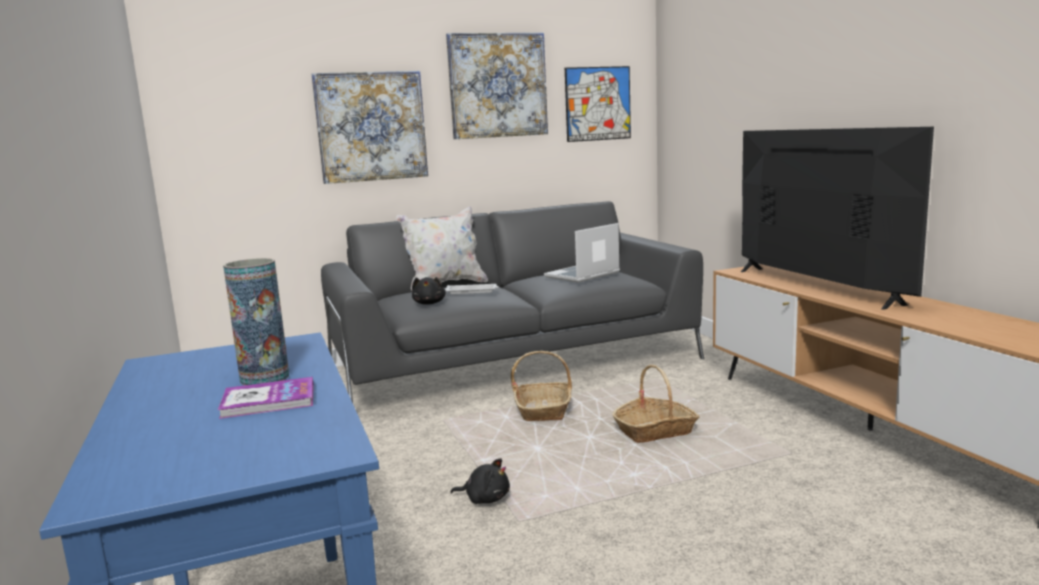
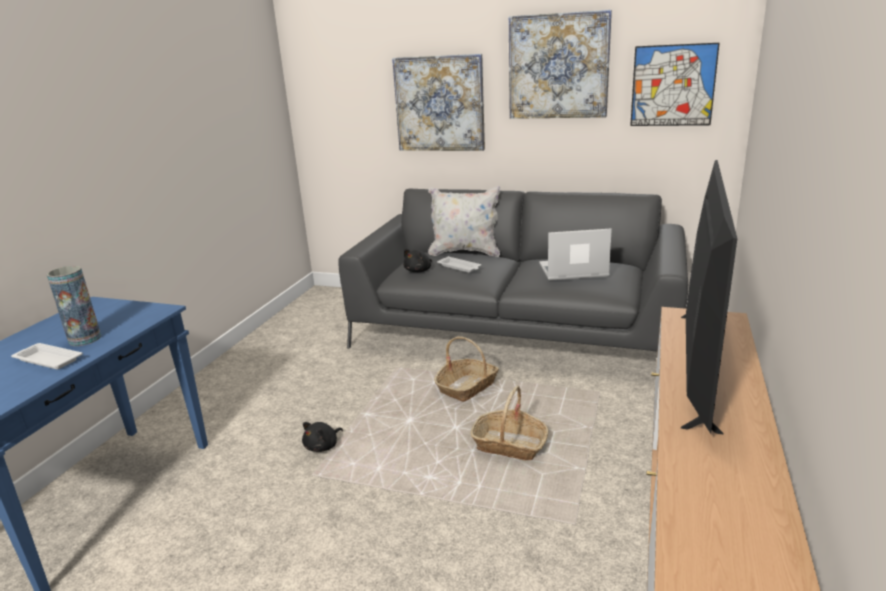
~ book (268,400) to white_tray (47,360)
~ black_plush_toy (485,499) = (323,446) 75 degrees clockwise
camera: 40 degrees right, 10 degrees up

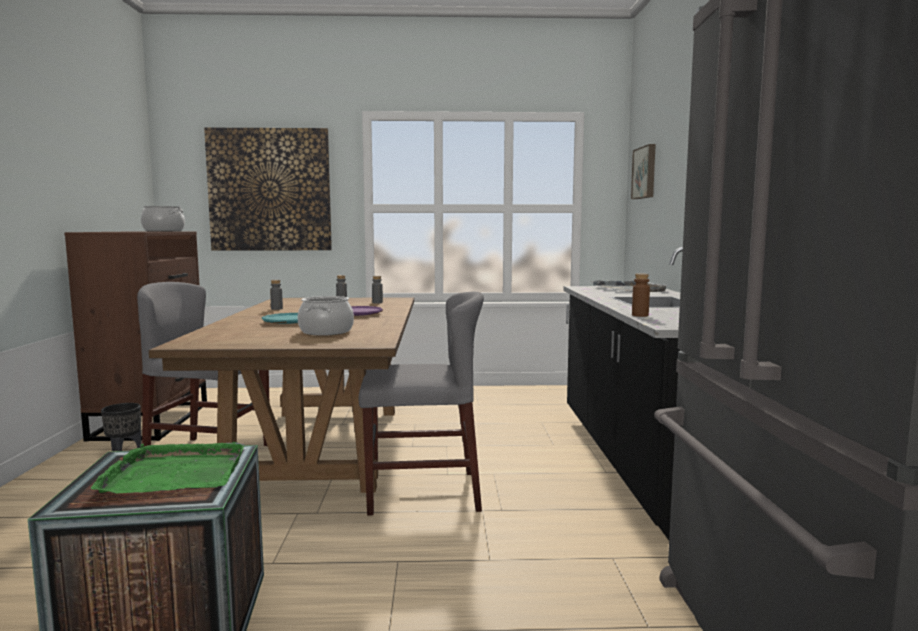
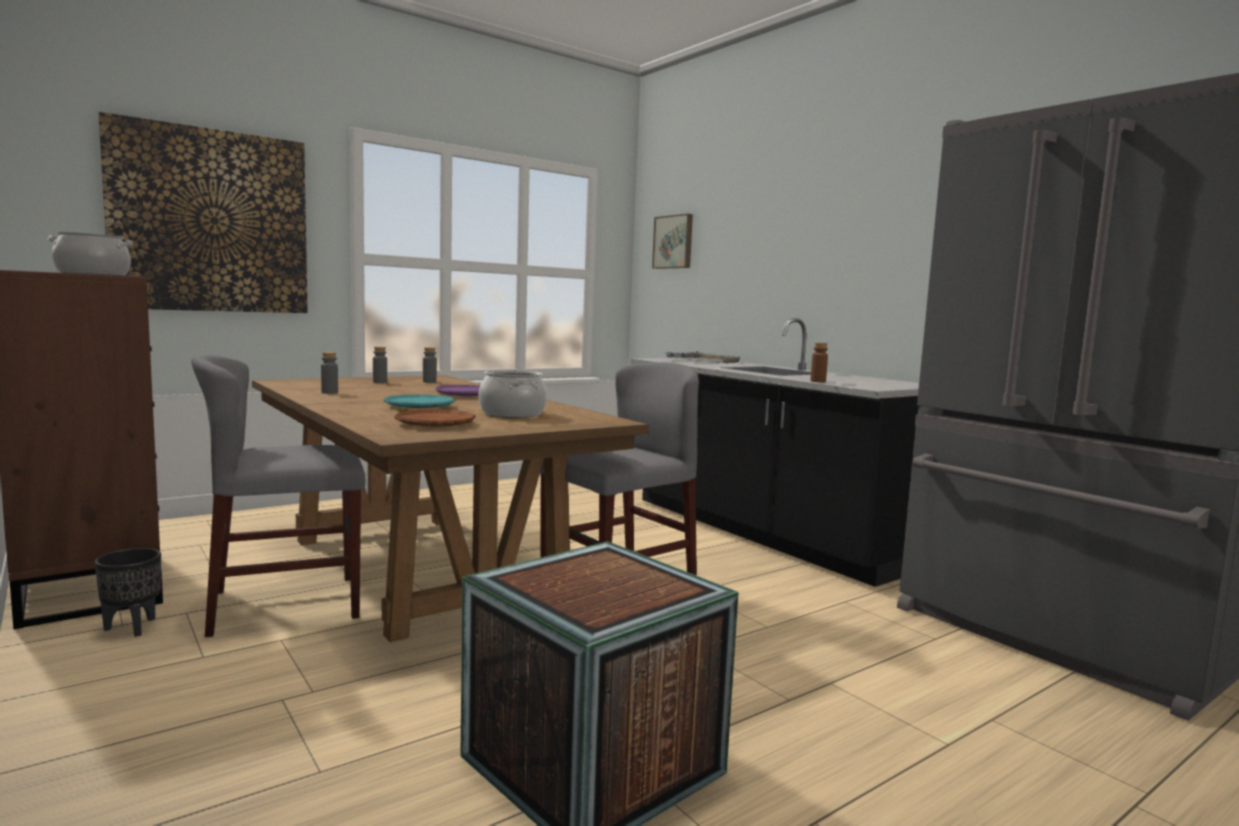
- green_tray (175,473)
+ brown_plate (435,424)
camera: 35 degrees left, 0 degrees up

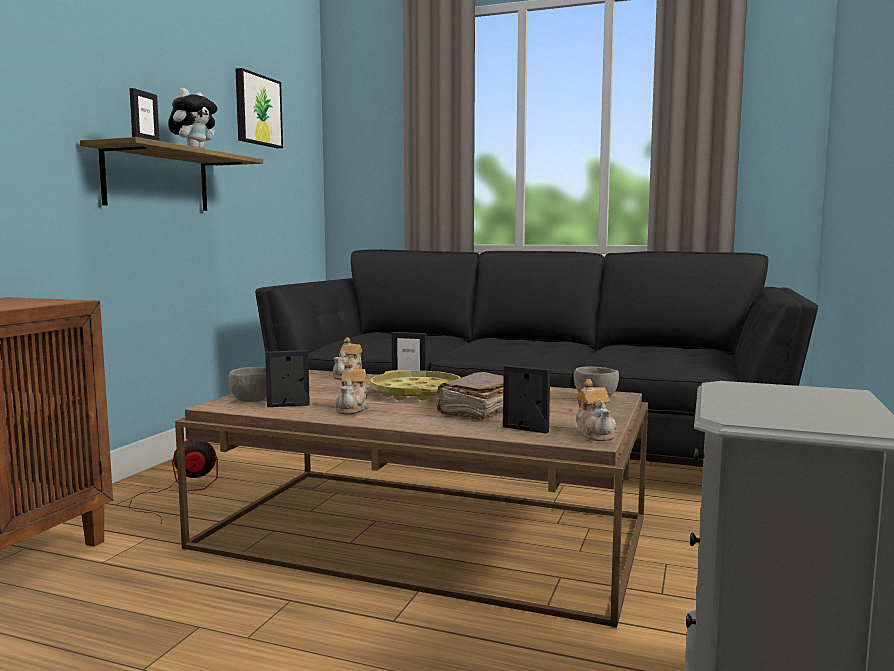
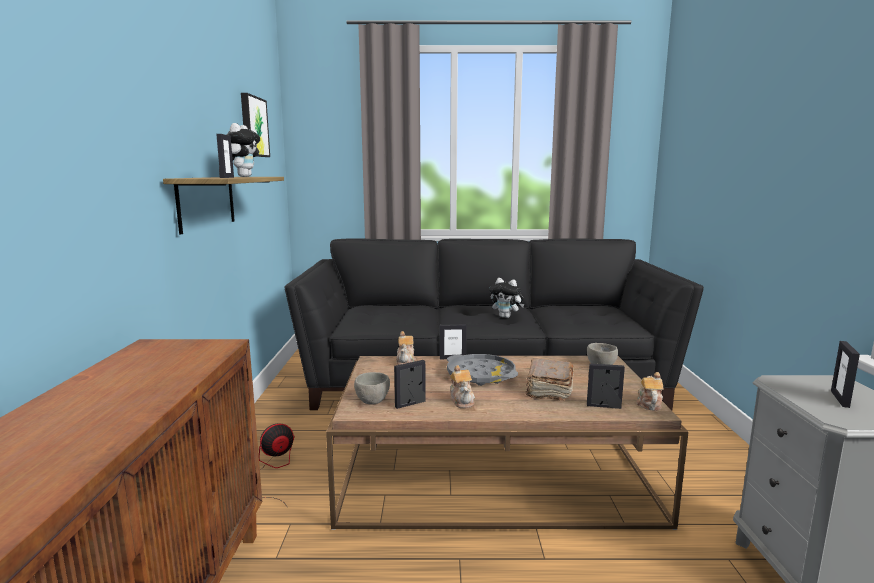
~ yellow_tray (416,393) to grey_tray (481,375)
~ teapot (595,433) = (648,404) 135 degrees counterclockwise
+ plush_toy (506,317)
+ picture_frame (840,399)
camera: 20 degrees left, 5 degrees up

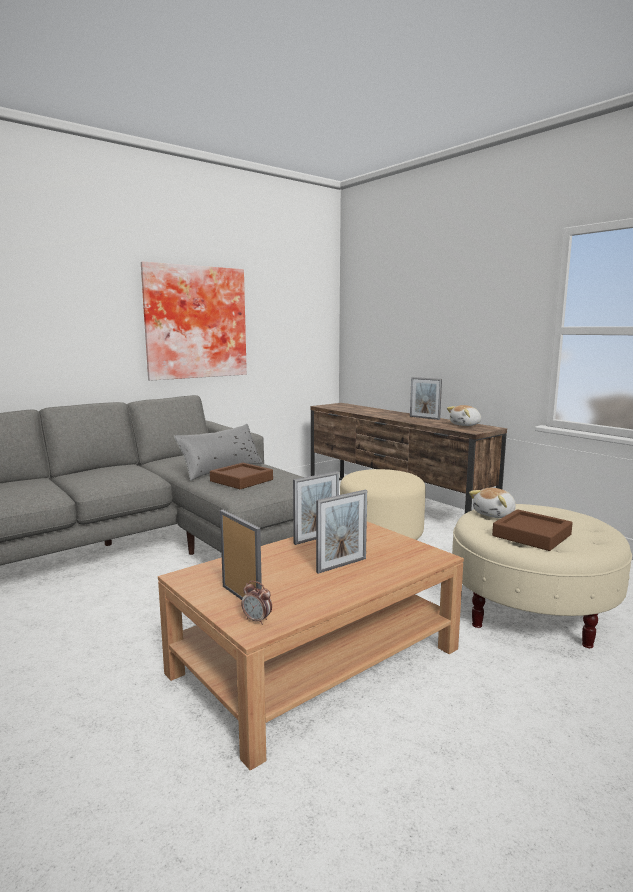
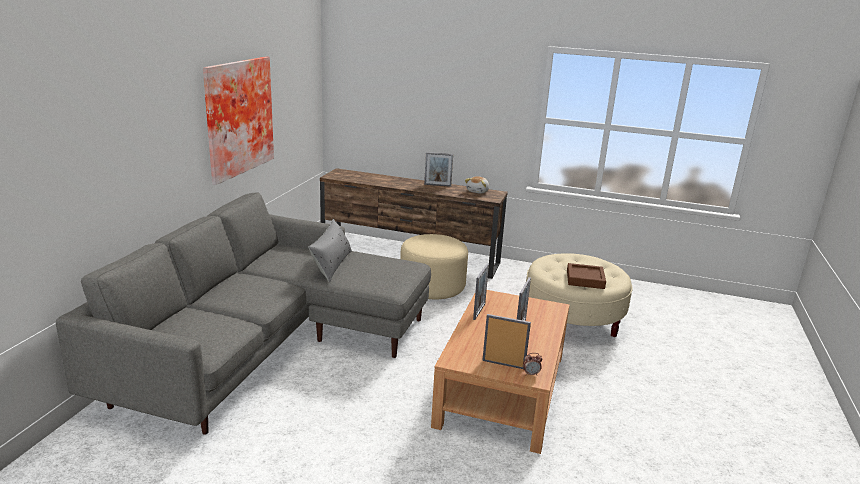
- brown_tray (241,480)
- plush_toy (495,514)
camera: 35 degrees left, 10 degrees up

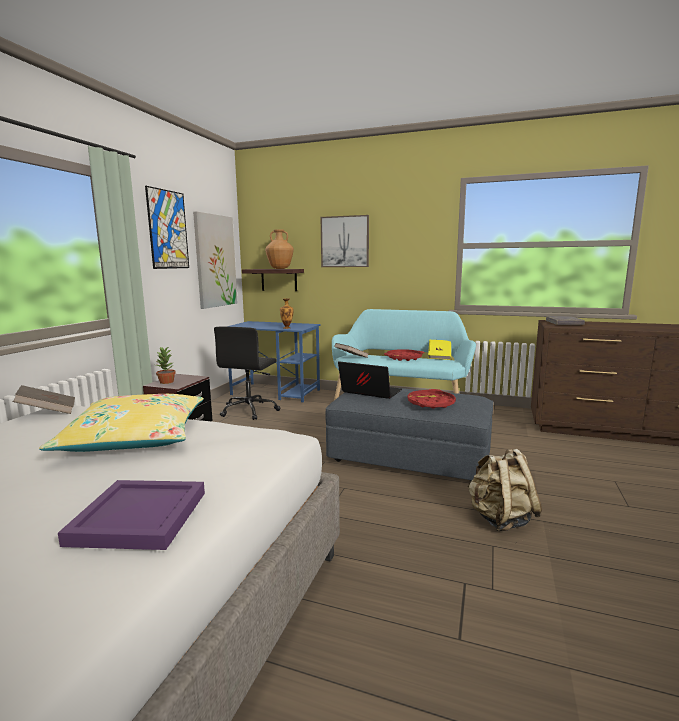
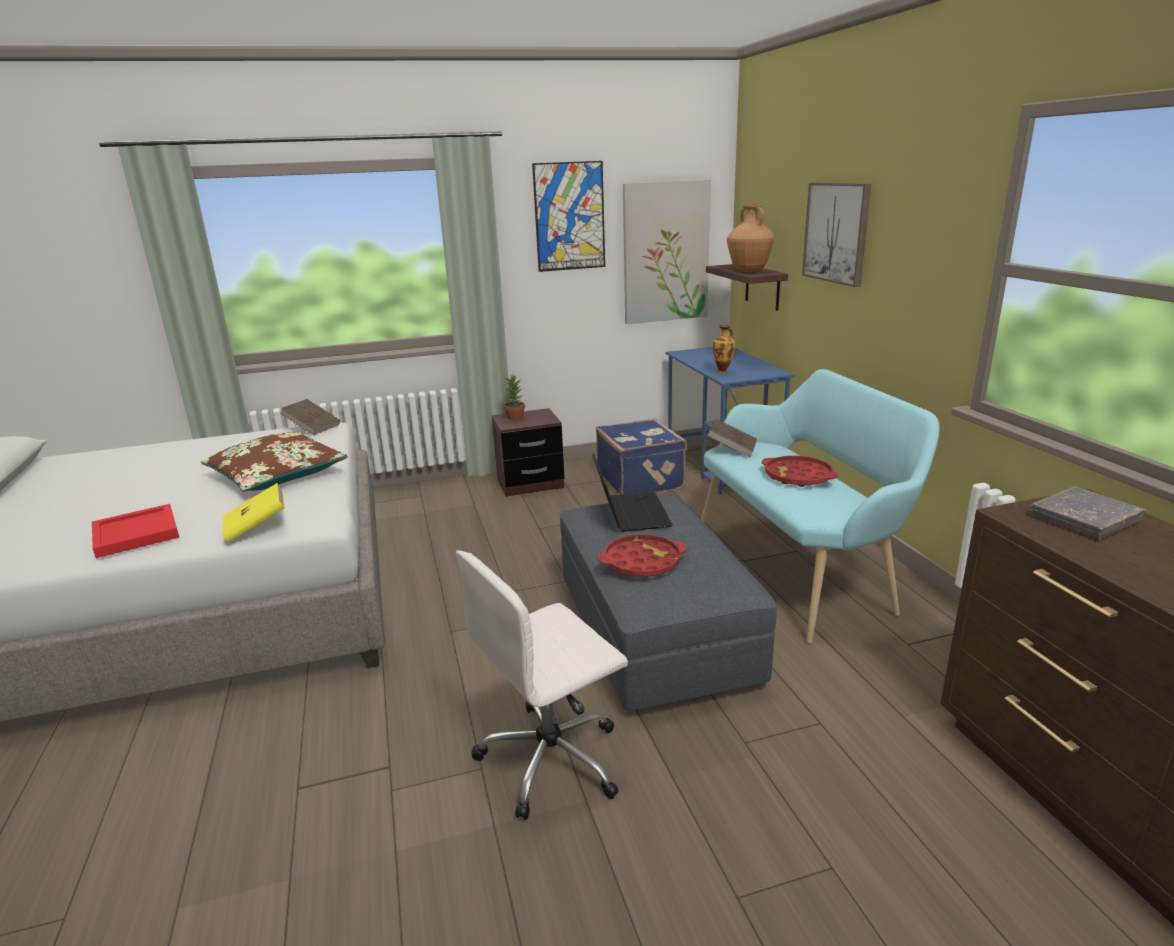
~ yellow_pillow (135,437) to brown_pillow (277,475)
~ purple_tray (140,518) to red_tray (135,534)
~ black_office_chair (250,410) to blue_suitcase (641,480)
~ yellow_book (439,356) to (257,527)
~ beige_backpack (500,519) to white_office_chair (553,758)
camera: 55 degrees right, 10 degrees up

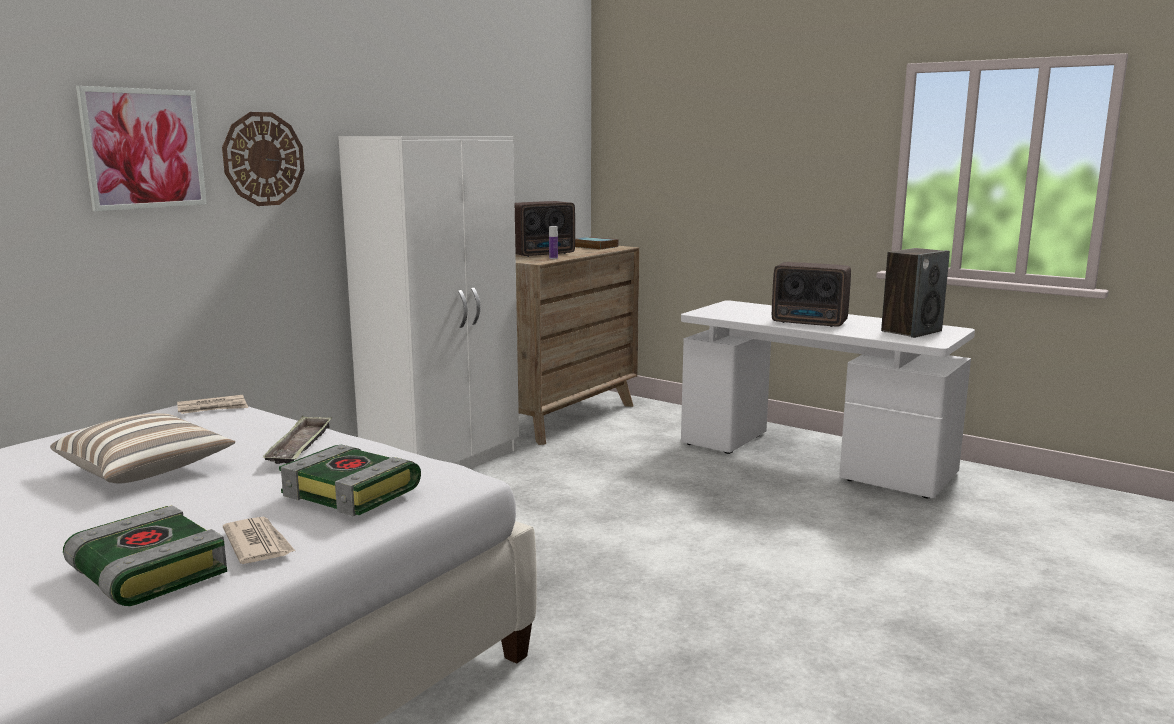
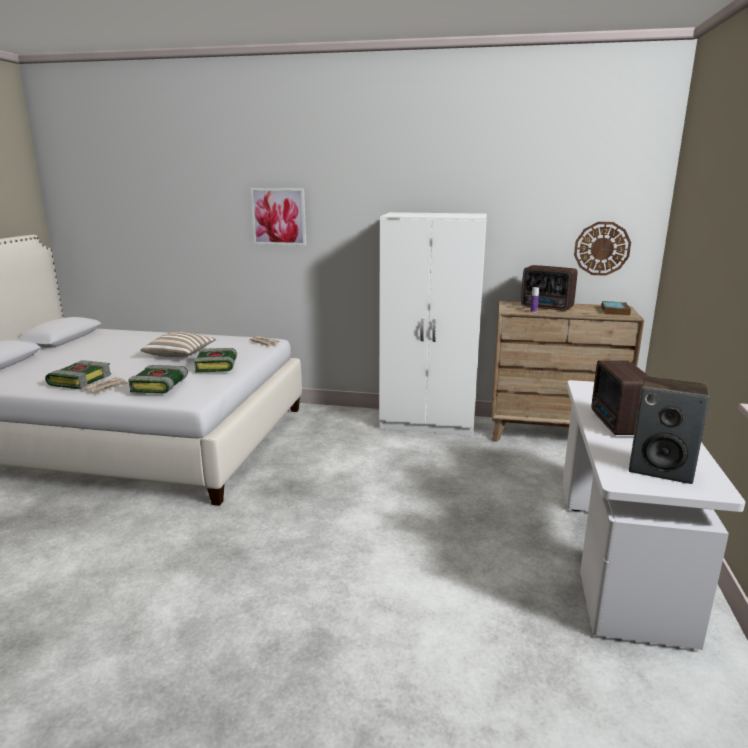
~ wall_clock (263,159) to (602,248)
~ tray (300,447) to book (217,366)
camera: 65 degrees right, 5 degrees up

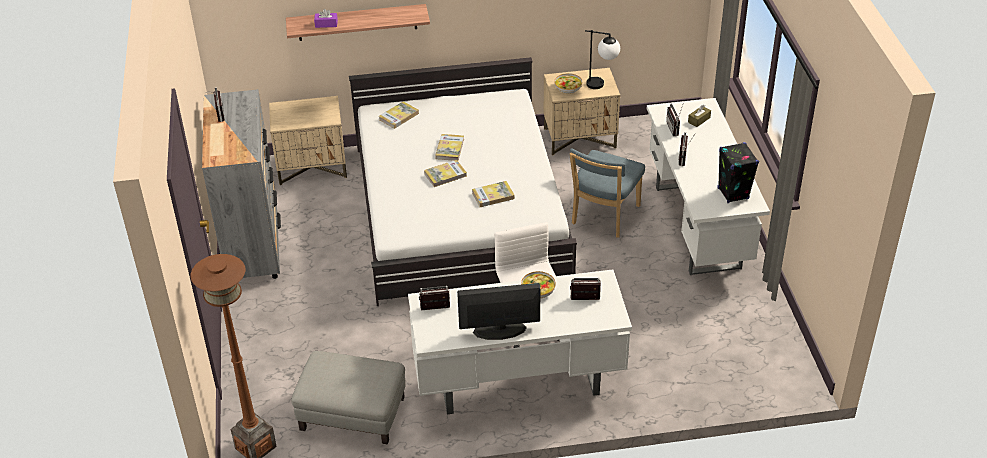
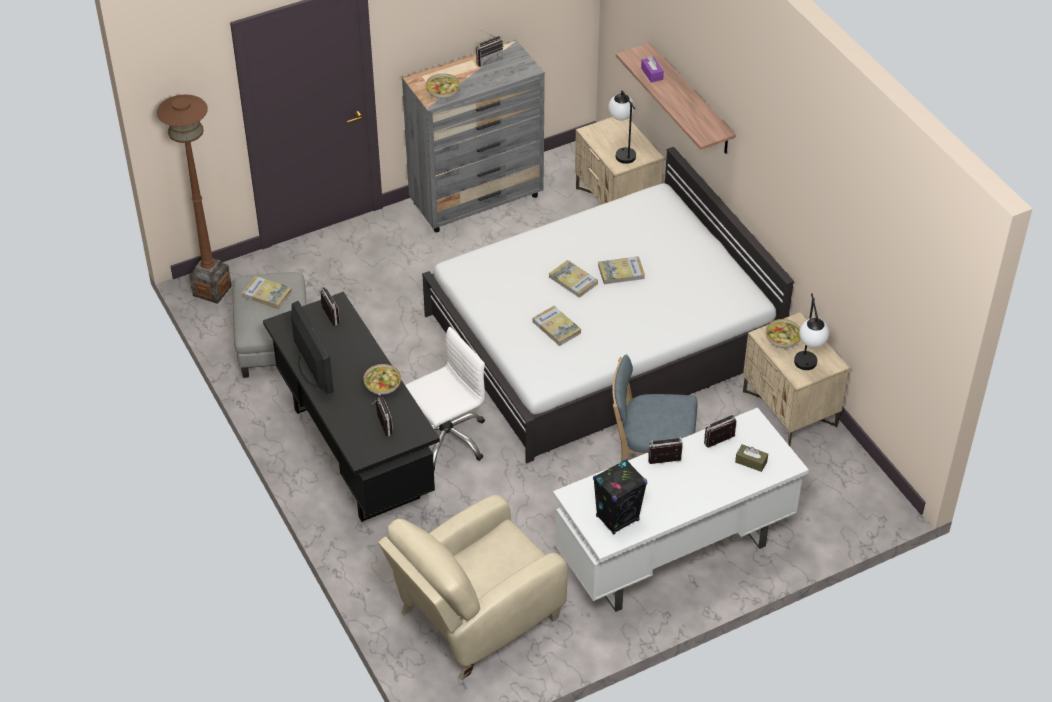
~ book (399,116) to (267,294)
~ white_desk (518,383) to black_desk (354,453)
+ beige_armchair (475,618)
+ bowl (442,92)
+ table_lamp (621,151)
camera: 70 degrees right, 5 degrees up

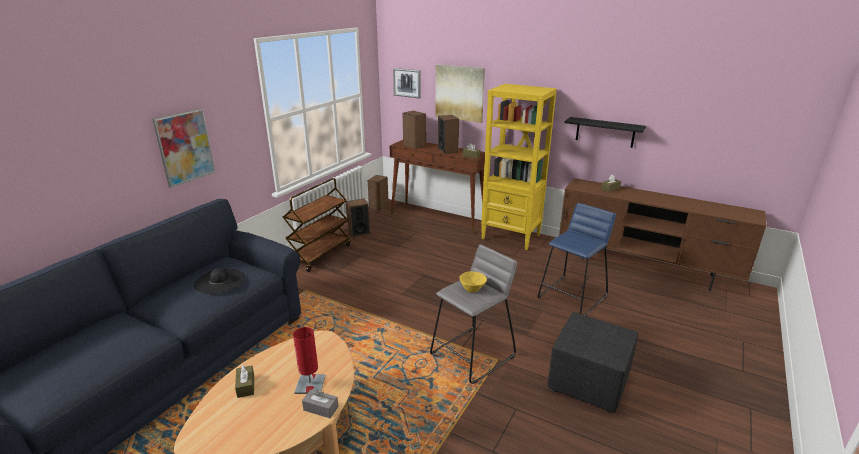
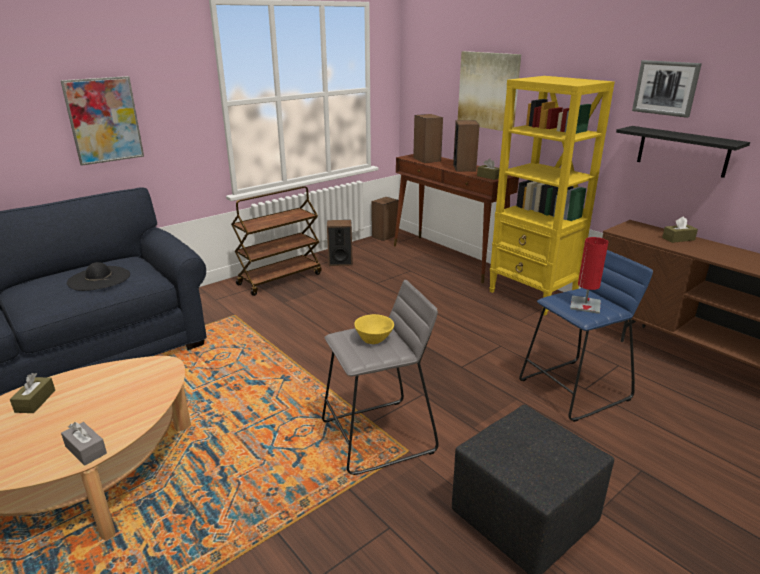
~ red_table_lamp (310,384) to (585,305)
~ picture (407,83) to (665,88)
camera: 20 degrees right, 0 degrees up

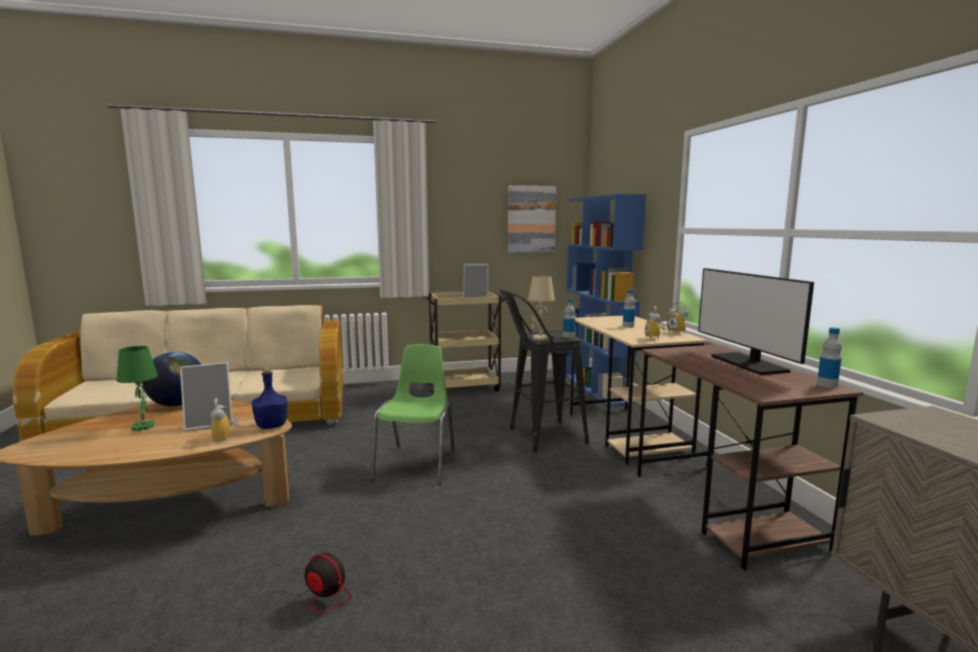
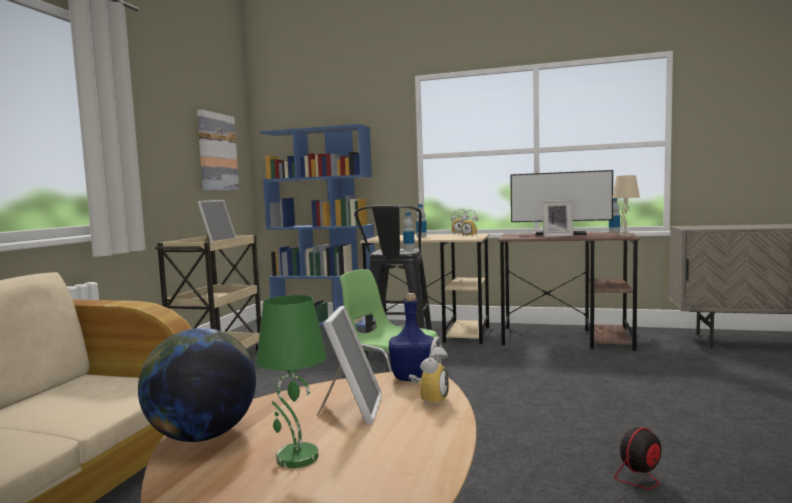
~ alarm_clock (225,437) = (429,399) 75 degrees counterclockwise
~ beige_table_lamp (540,338) to (625,235)
+ picture_frame (557,236)
camera: 60 degrees left, 5 degrees down

